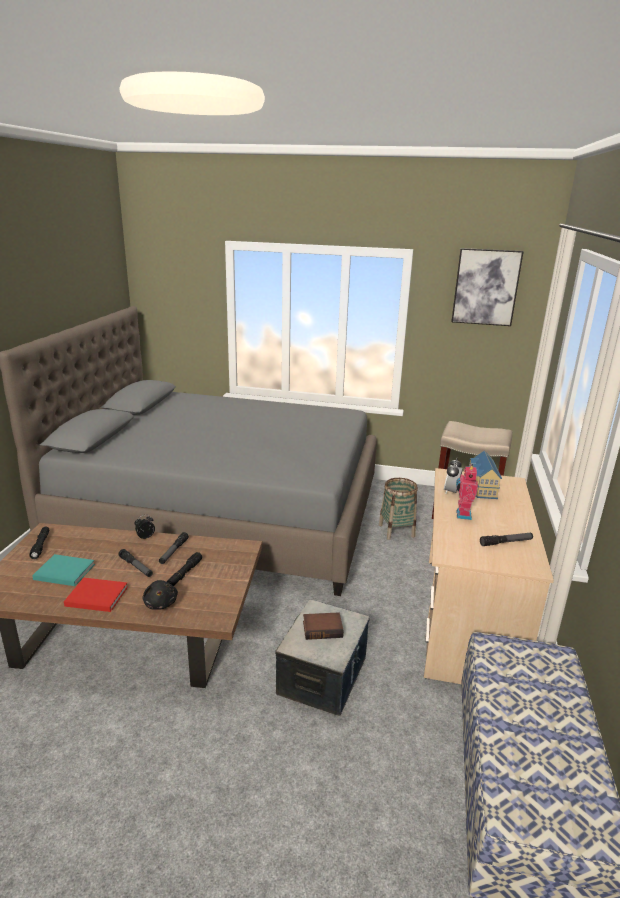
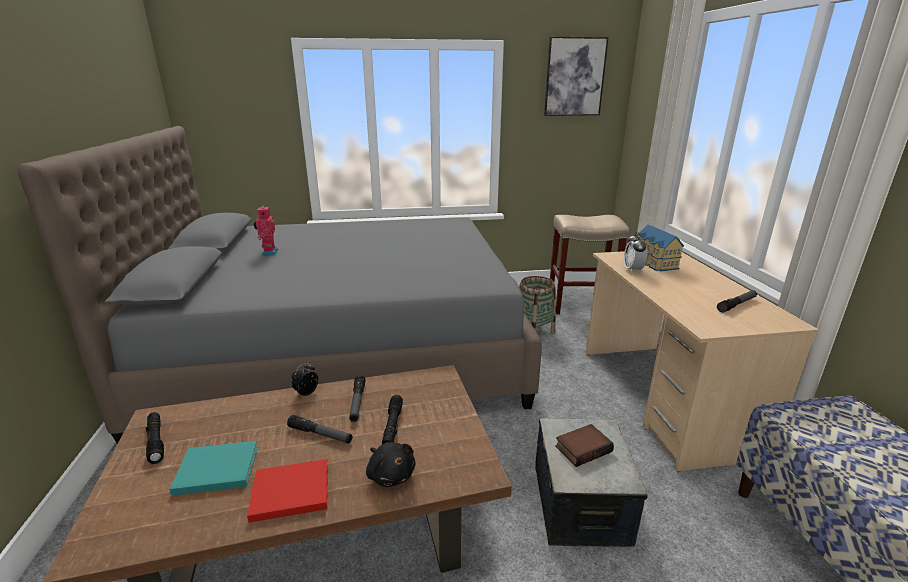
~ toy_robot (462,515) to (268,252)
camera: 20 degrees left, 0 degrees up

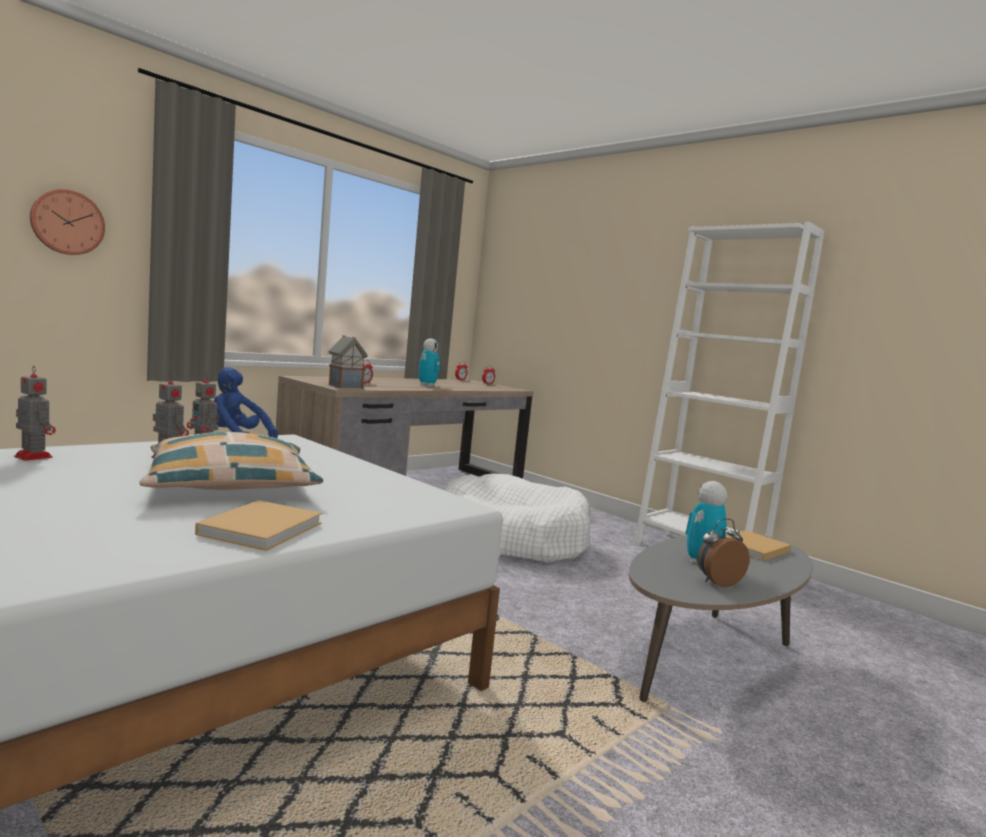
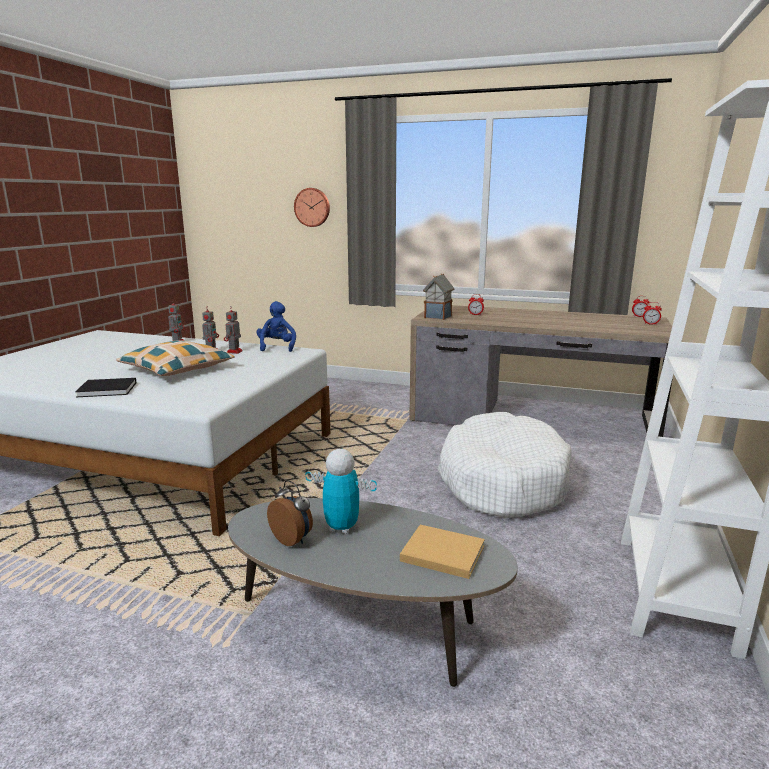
~ beige_book (263,528) to black_book (109,389)
- toy_robot (427,385)
camera: 65 degrees right, 10 degrees up

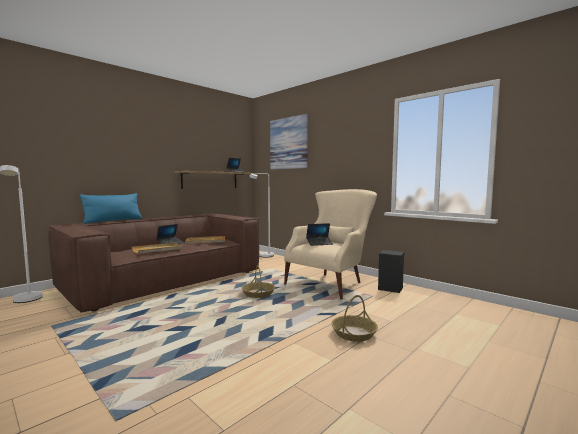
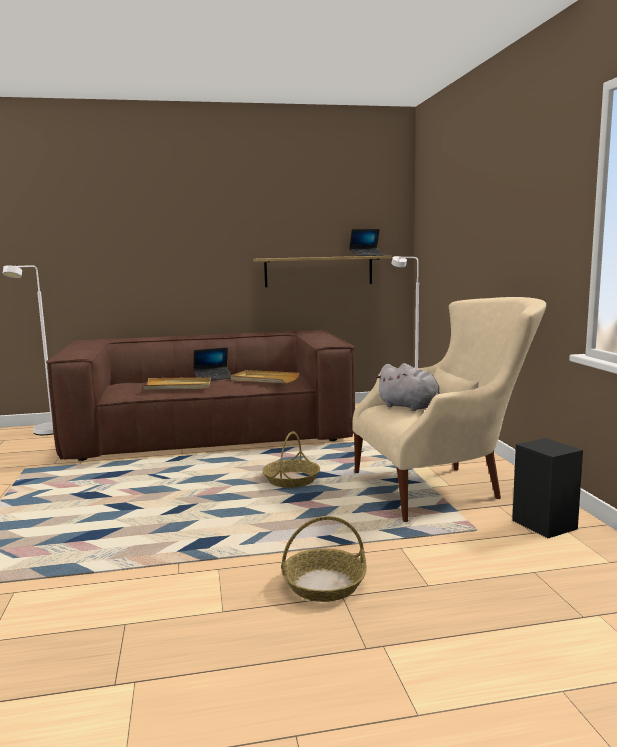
- blue_pillow (113,221)
- picture (288,143)
~ laptop (319,243) to grey_plush_toy (410,407)
camera: 35 degrees right, 5 degrees up

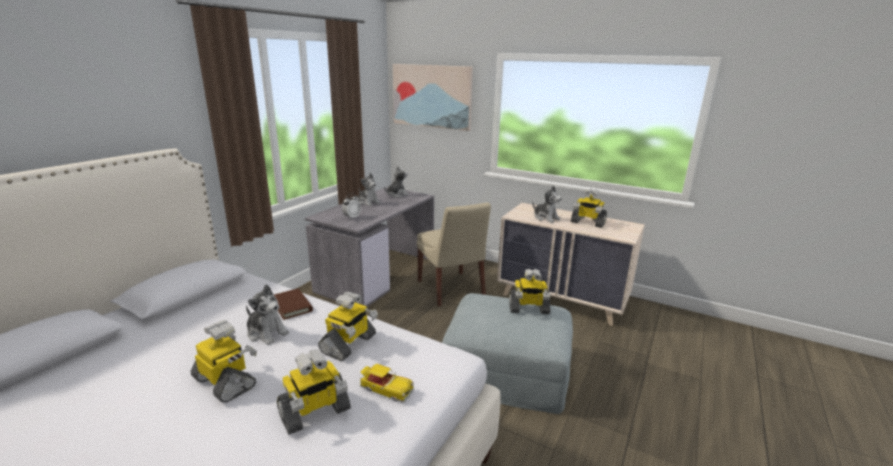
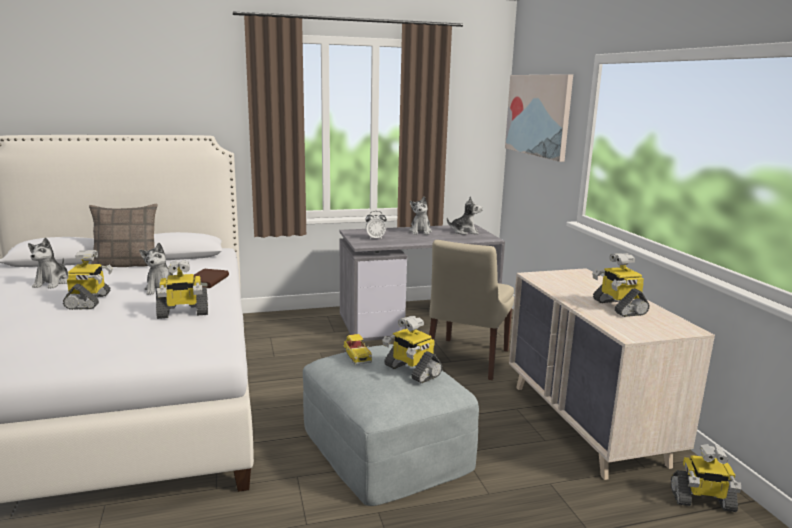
~ toy_robot (314,412) to (702,500)
~ toy_car (386,389) to (357,356)
~ plush_toy (546,218) to (52,283)
+ pillow (127,264)
camera: 45 degrees right, 5 degrees down

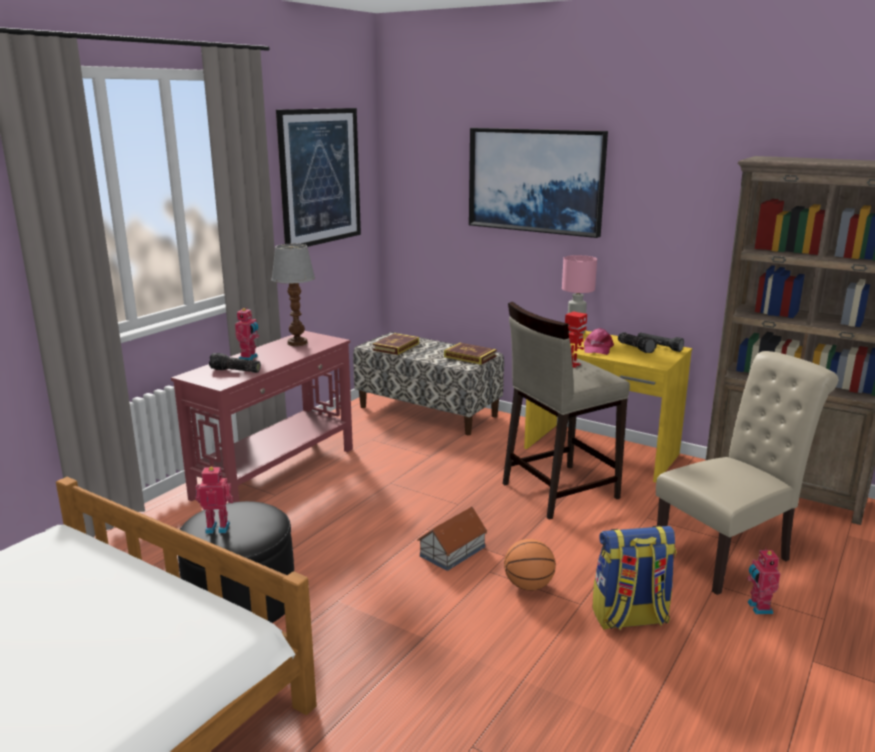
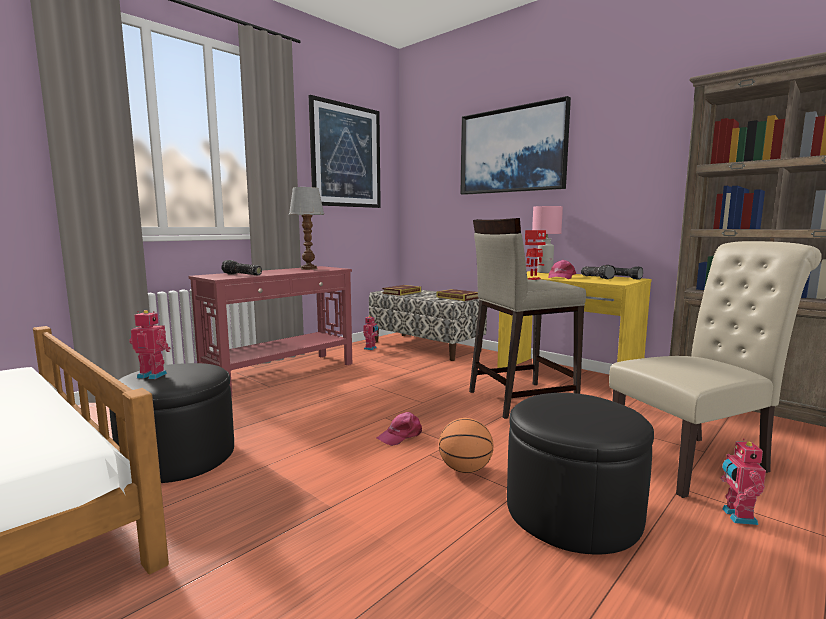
~ toy_robot (249,358) to (371,348)
~ toy_house (453,551) to pink_cap (401,435)
~ backpack (629,618) to black_ottoman (572,511)
camera: 10 degrees right, 10 degrees down

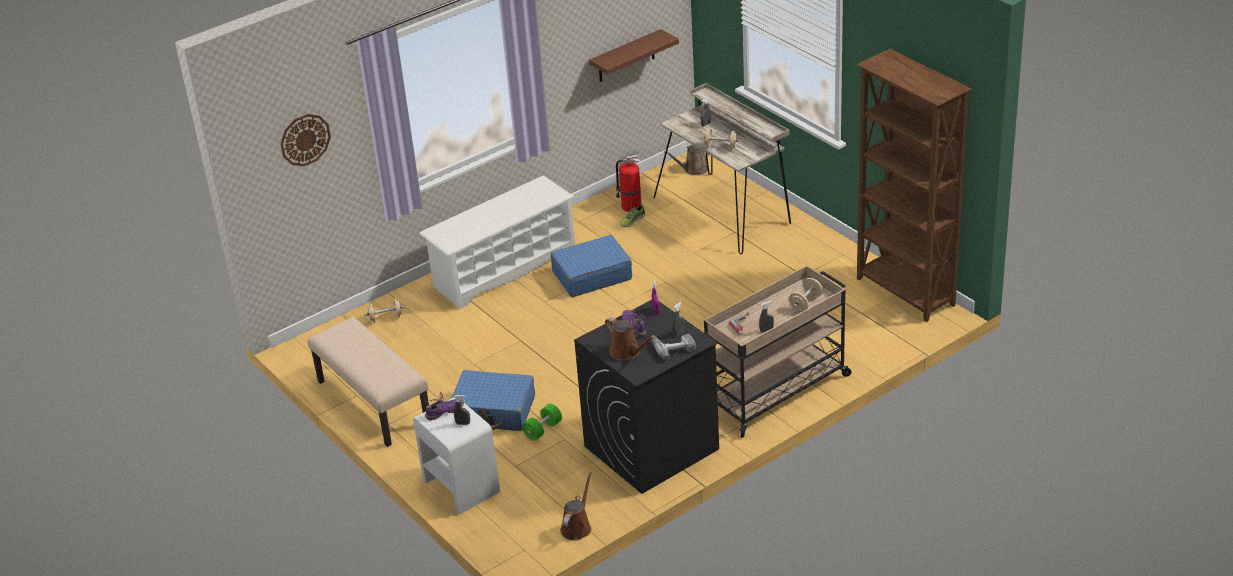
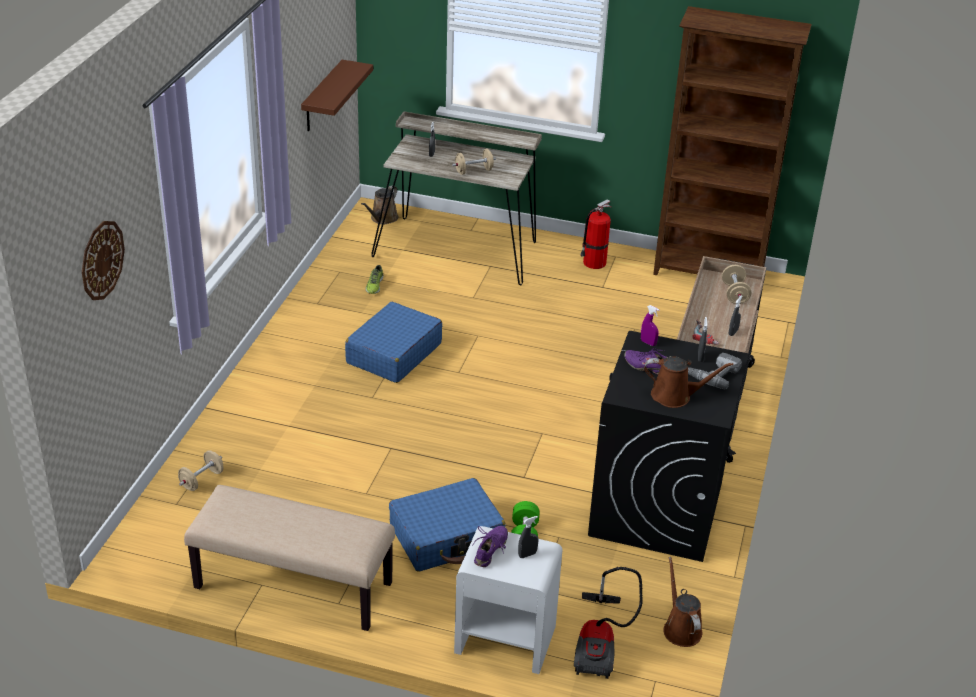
- white_shoe_rack (504,269)
~ fire_extinguisher (630,206) to (593,263)
+ vacuum_cleaner (600,645)
camera: 40 degrees left, 0 degrees up

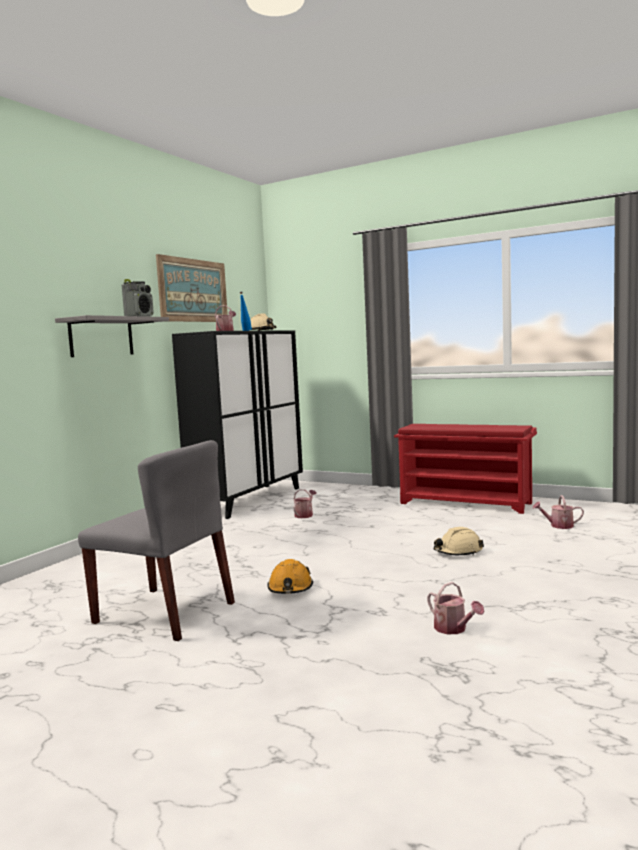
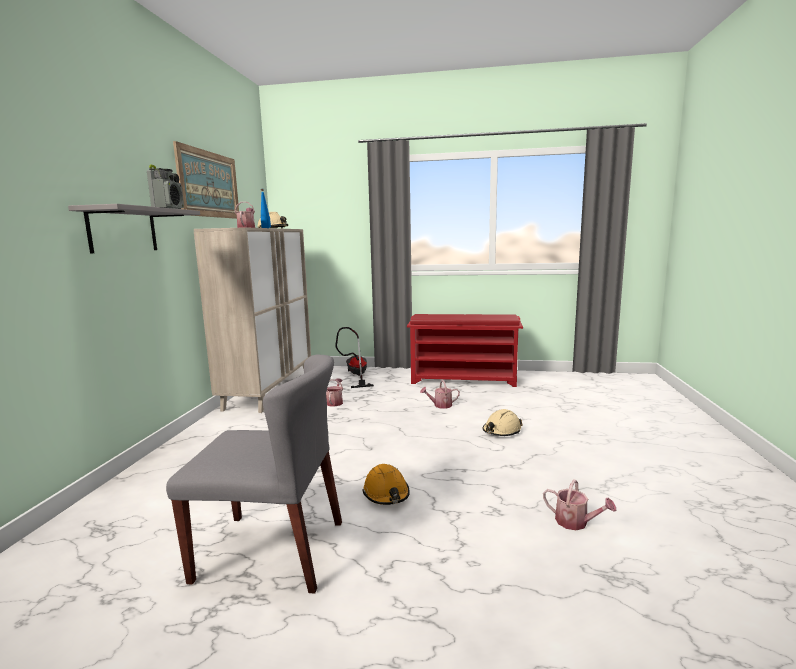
~ black_cabinet (249,500) to beige_cabinet (269,390)
~ watering_can (558,526) to (440,405)
+ vacuum_cleaner (356,376)
camera: 20 degrees left, 5 degrees up

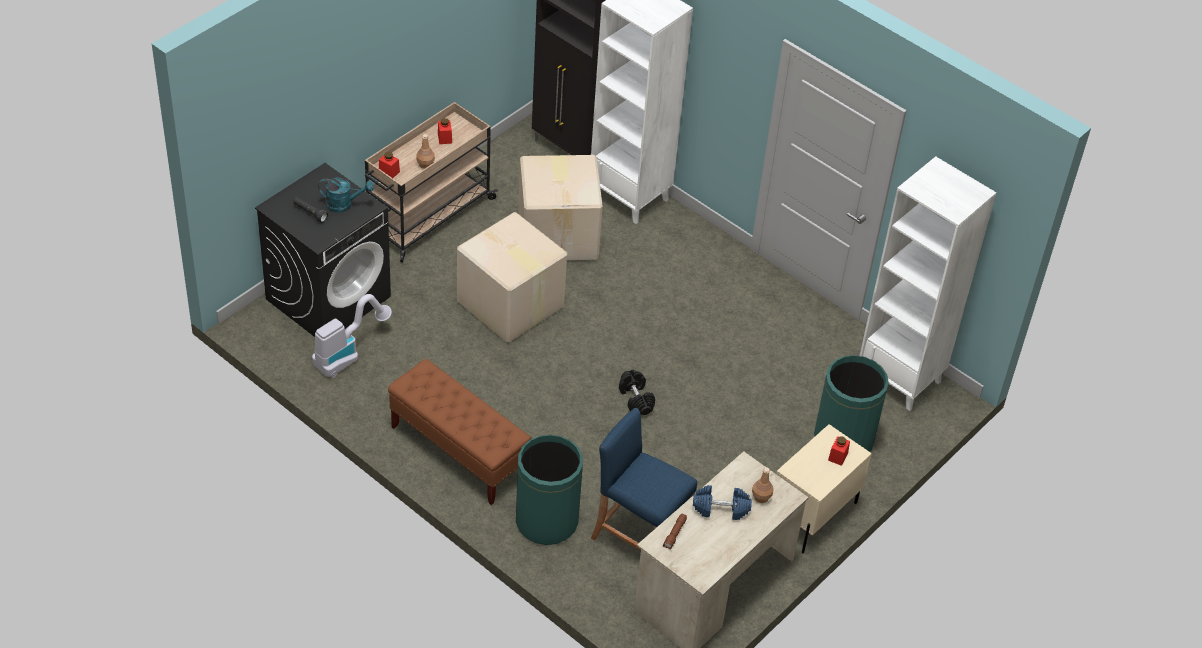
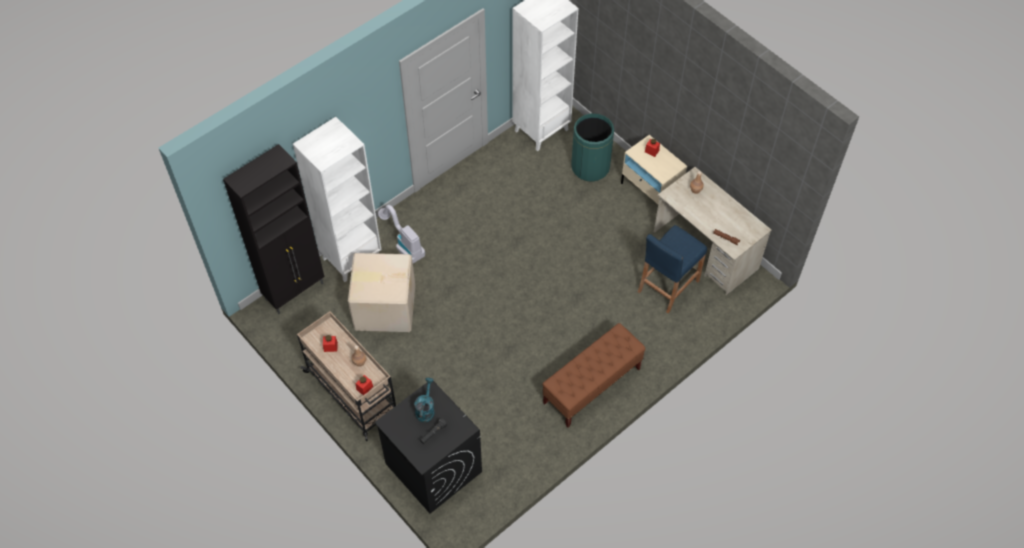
~ vacuum_cleaner (348,354) to (404,245)
- cardboard_box (510,305)
- green_trash_can (546,521)
- black_dumbbell (635,399)
- blue_dumbbell (721,509)
camera: 80 degrees left, 10 degrees up

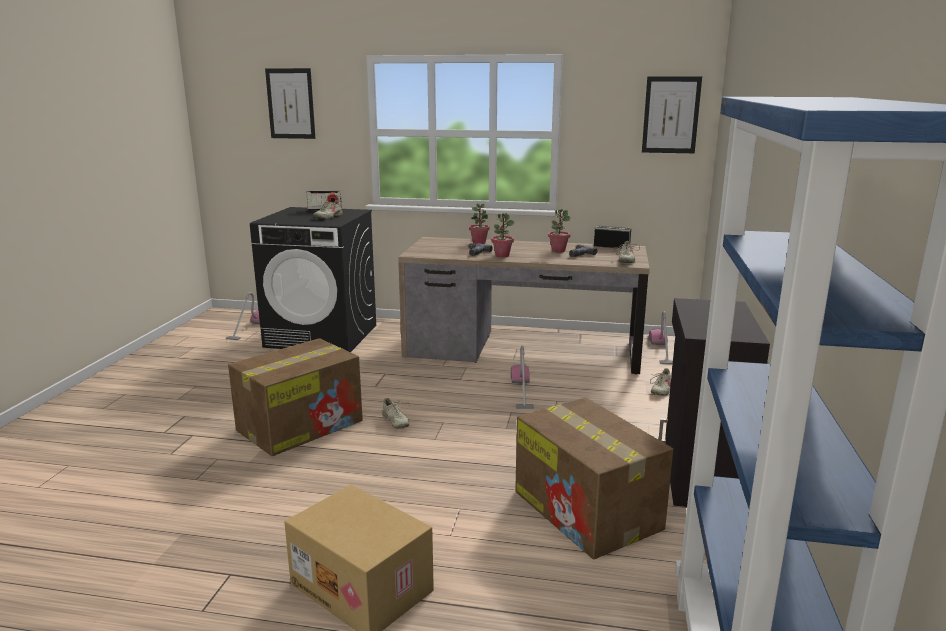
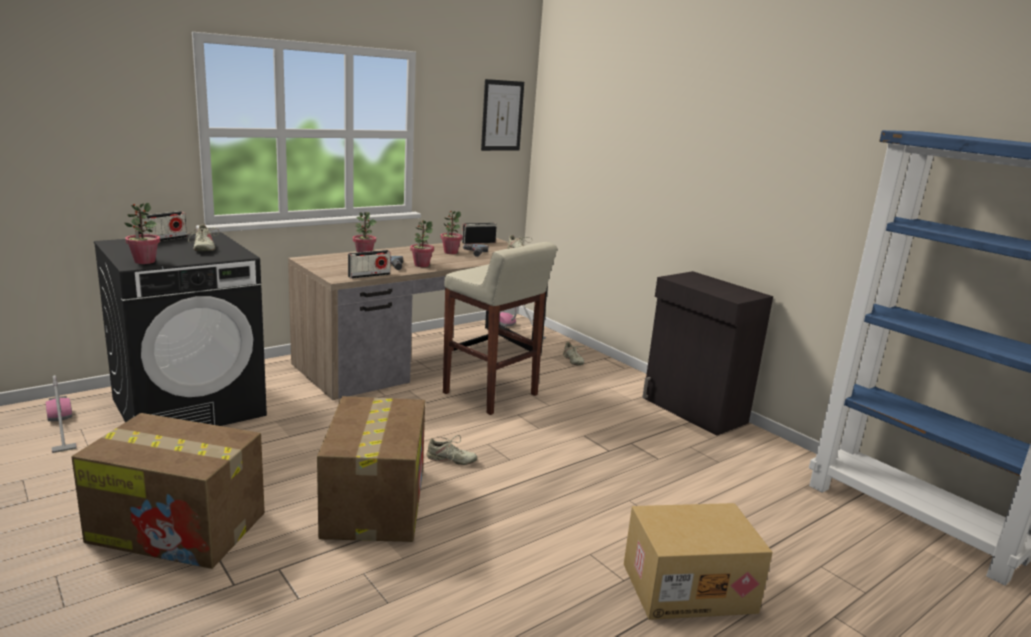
- picture (290,103)
~ vacuum_cleaner (521,391) to beige_stool (491,395)
~ cardboard_box (588,511) to (180,527)
+ potted_plant (144,261)
+ radio (369,275)
camera: 50 degrees left, 0 degrees up

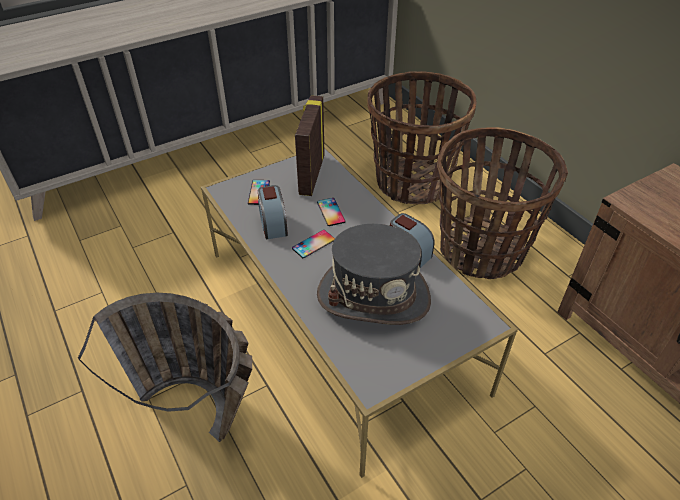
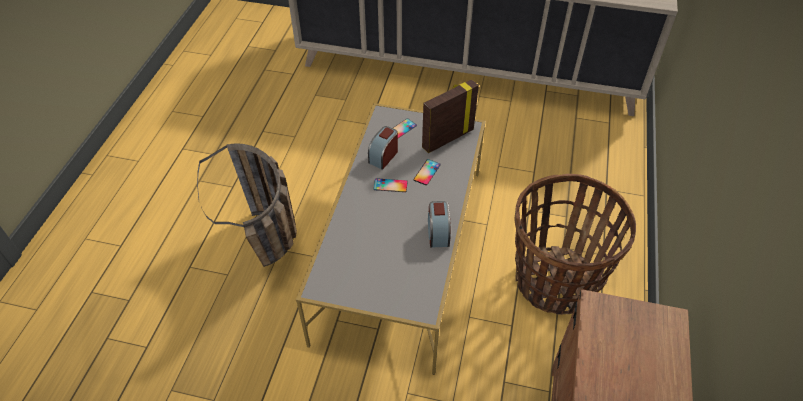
- grey_hat (373,296)
- basket (412,182)
camera: 45 degrees right, 5 degrees up

